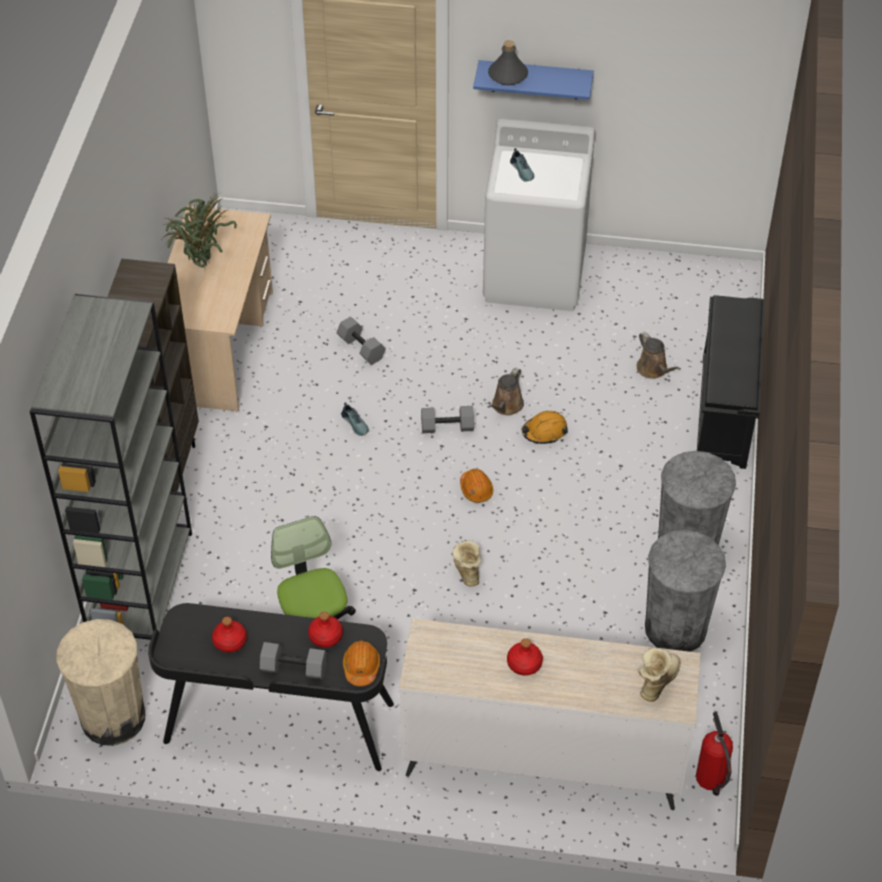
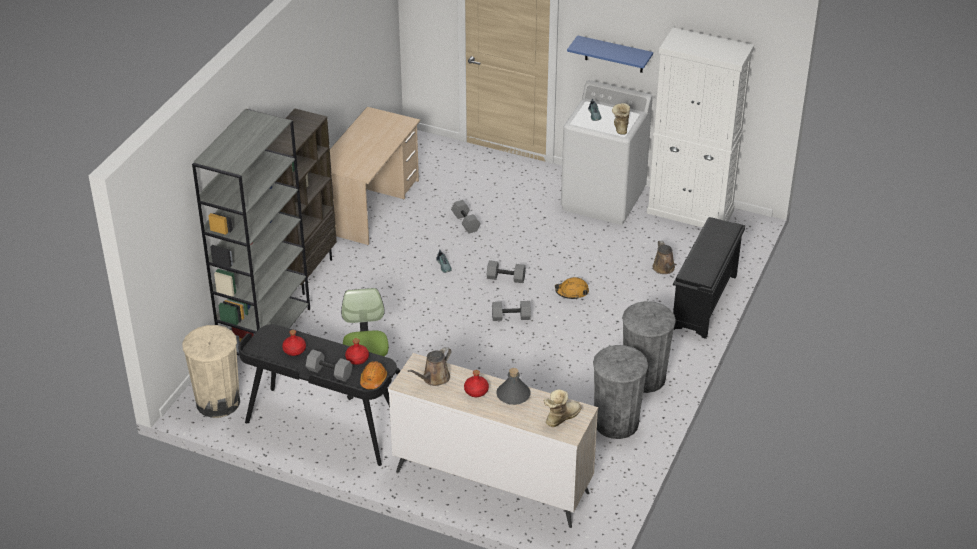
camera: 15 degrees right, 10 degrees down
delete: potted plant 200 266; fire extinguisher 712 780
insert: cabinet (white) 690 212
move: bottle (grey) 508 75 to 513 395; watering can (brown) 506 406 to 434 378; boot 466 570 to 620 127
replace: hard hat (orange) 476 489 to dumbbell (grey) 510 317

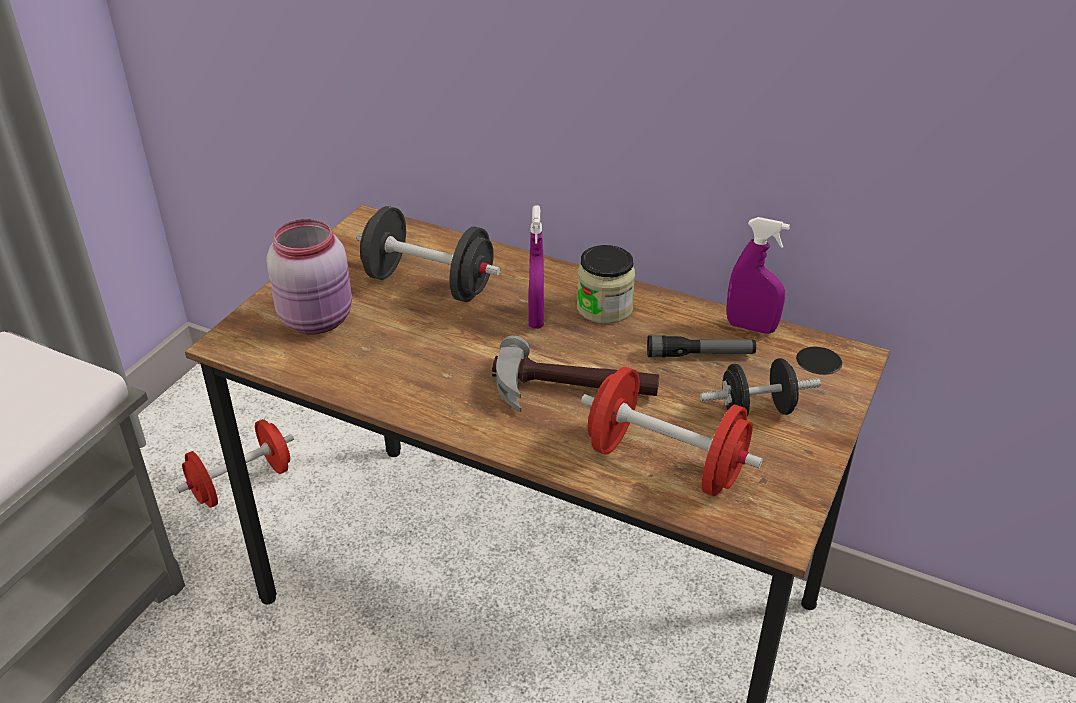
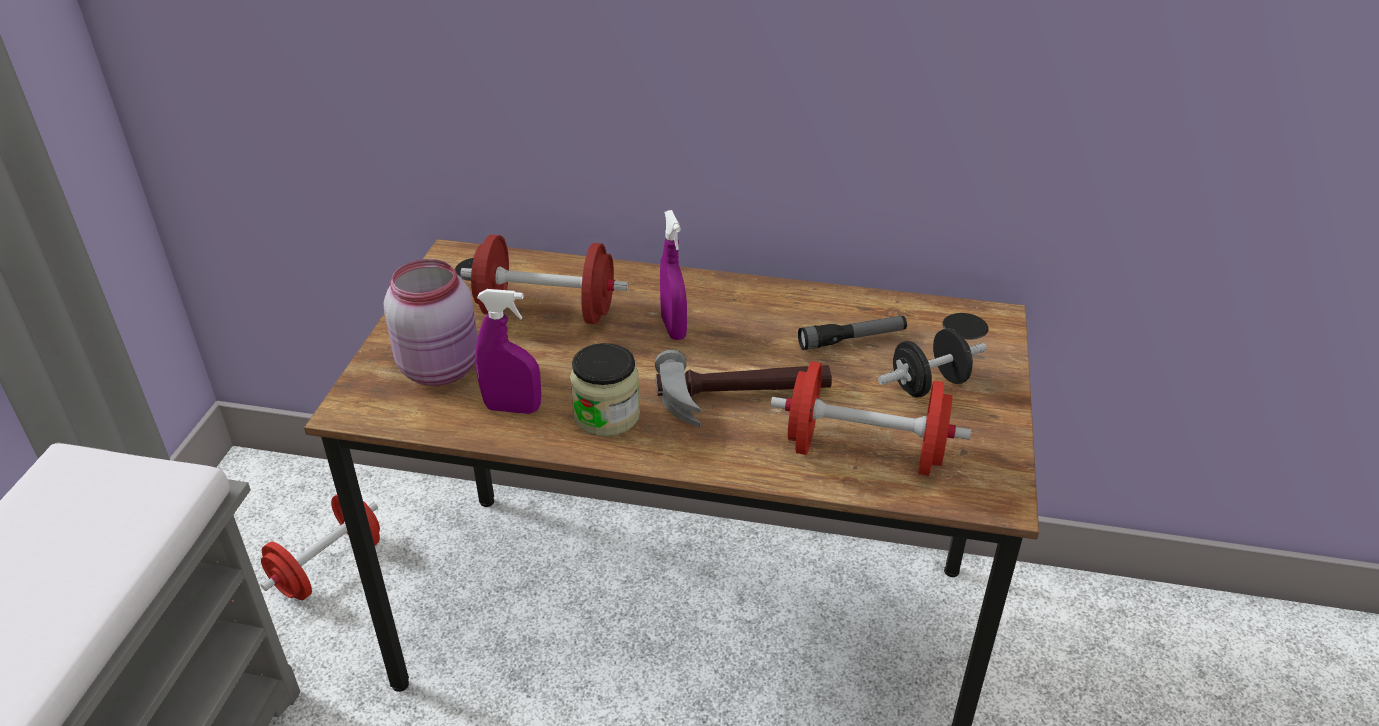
camera: 15 degrees left, 0 degrees up
move: spray bottle (purple) 751 327 to 512 408; jar 604 308 to 606 415
recolor: dumbbell (black) 429 284 to dumbbell (red) 547 311

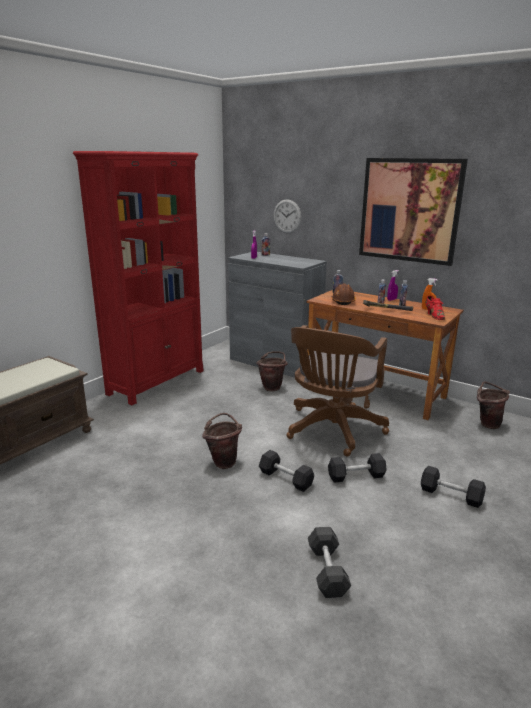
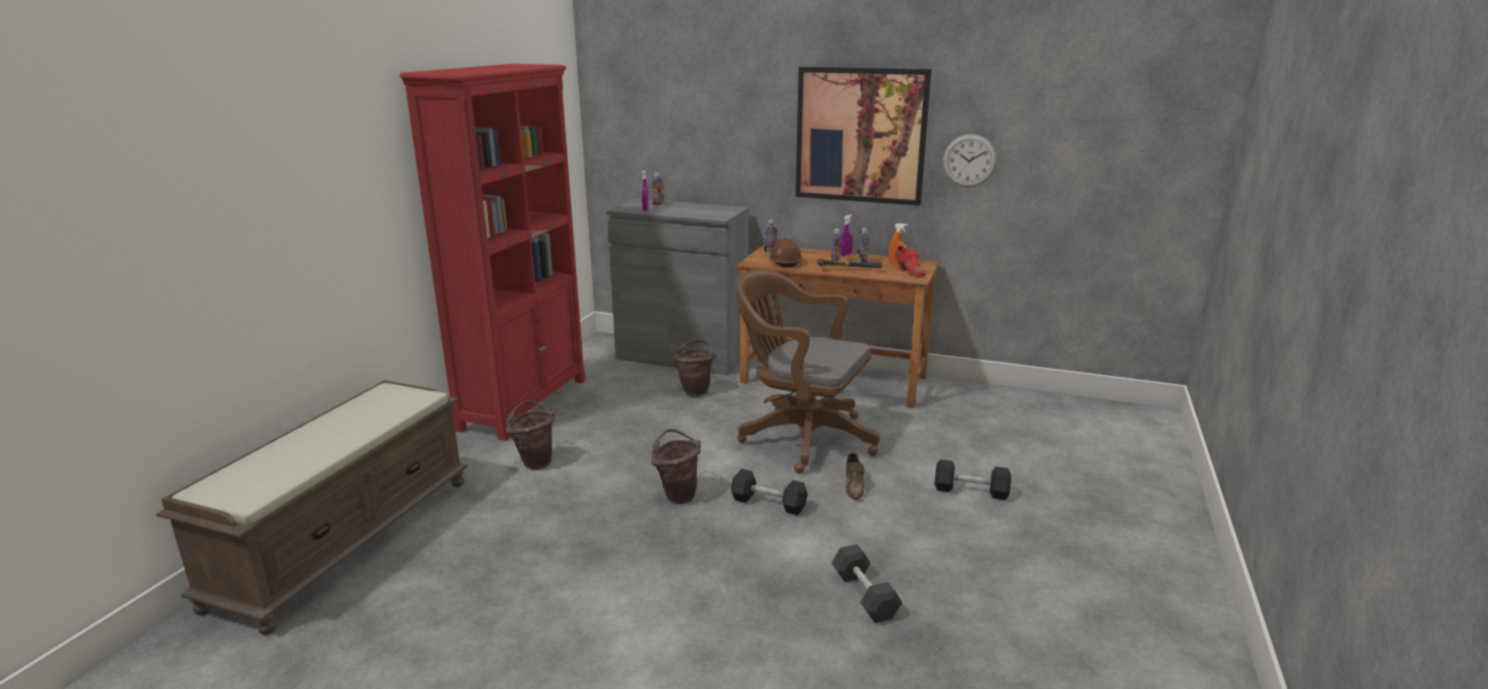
camera: 15 degrees left, 0 degrees up
move: wall clock 287 216 to 969 160; bucket (brown) 487 423 to 535 462
replace: dumbbell (black) 356 476 to shoe (brown) 854 487
rotate: office chair (brown) 332 431 = 801 437 105 degrees clockwise

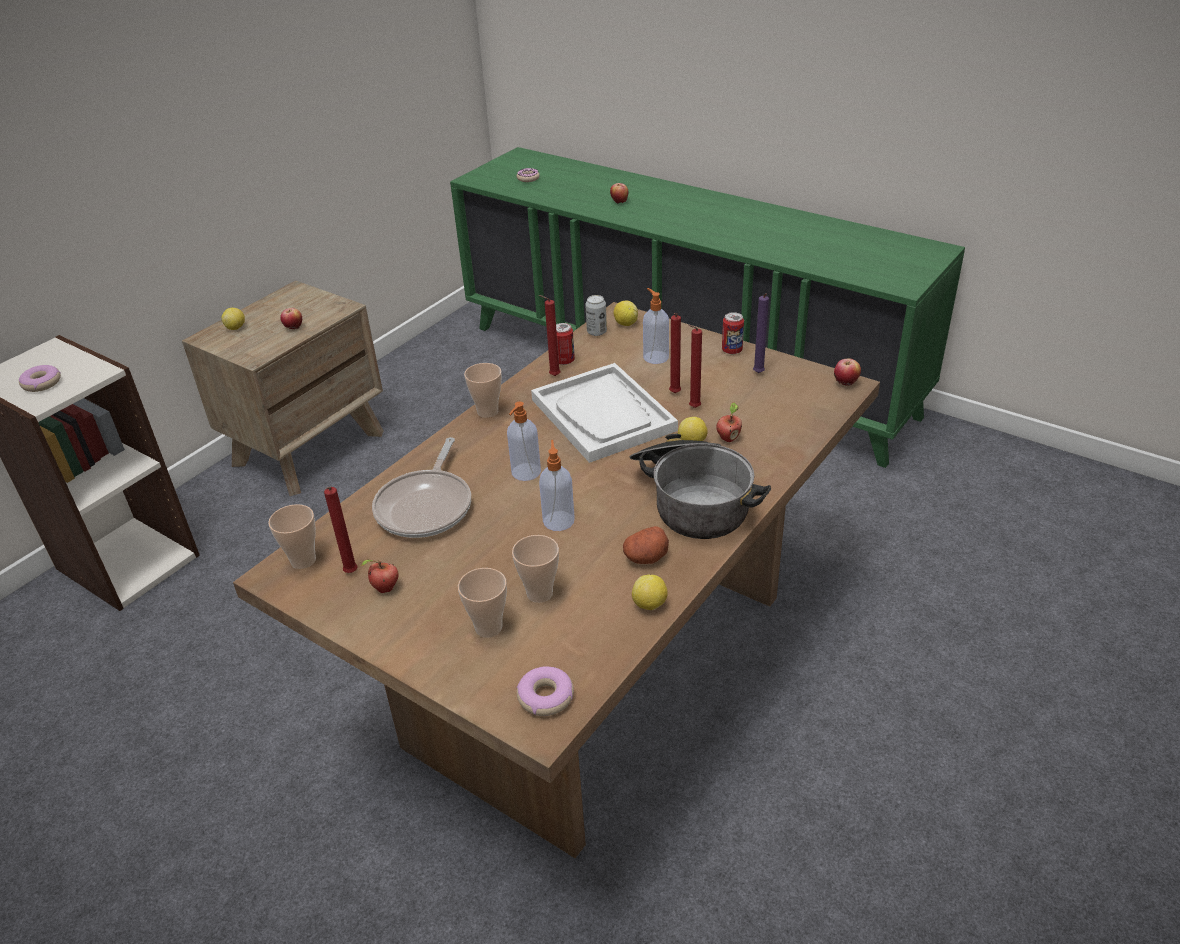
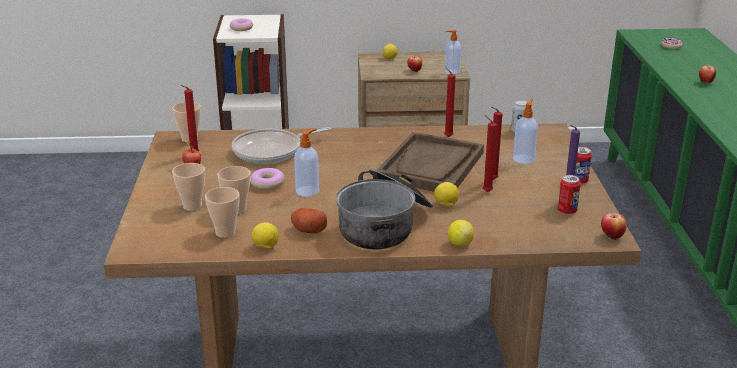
camera: 50 degrees right, 10 degrees down
delete: apple 728 438
move: lemon 625 324 to 460 244; can 564 361 to 567 211; cup 487 412 to 225 233; soap dispenser 525 473 to 451 71; donut 545 697 to 267 183
recolor: tray (white) 603 415 to tray (brown) 431 166

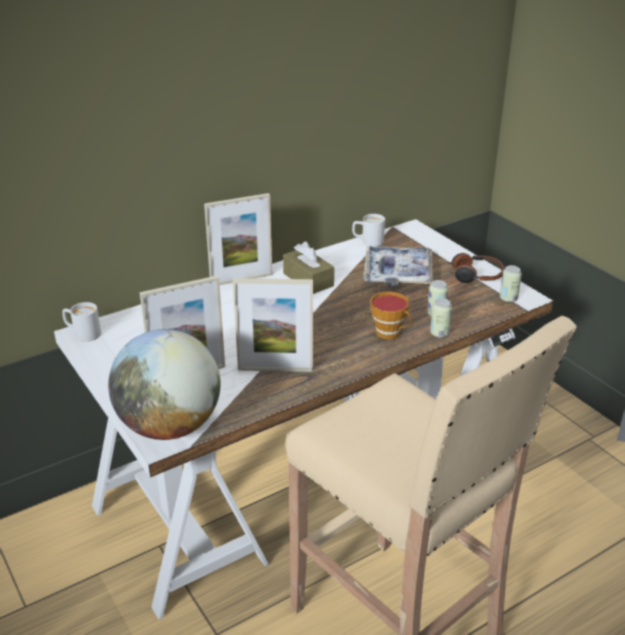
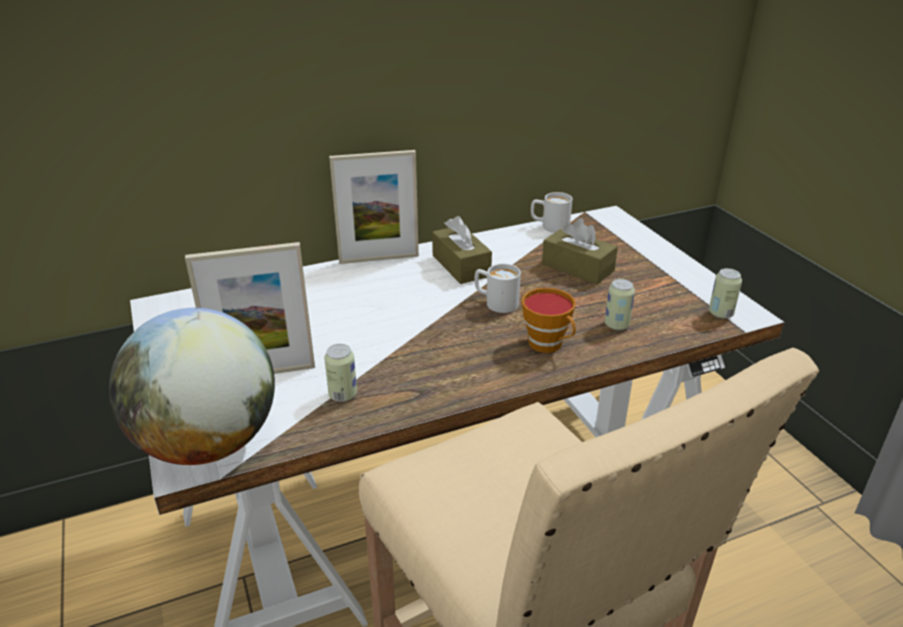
camera: 10 degrees right, 0 degrees up
delete: headphones 475 275; picture frame 275 369
move: can 439 333 to 343 395; mug (white) 82 333 to 495 302
replace: tray 398 273 to tissue box (brown) 577 267

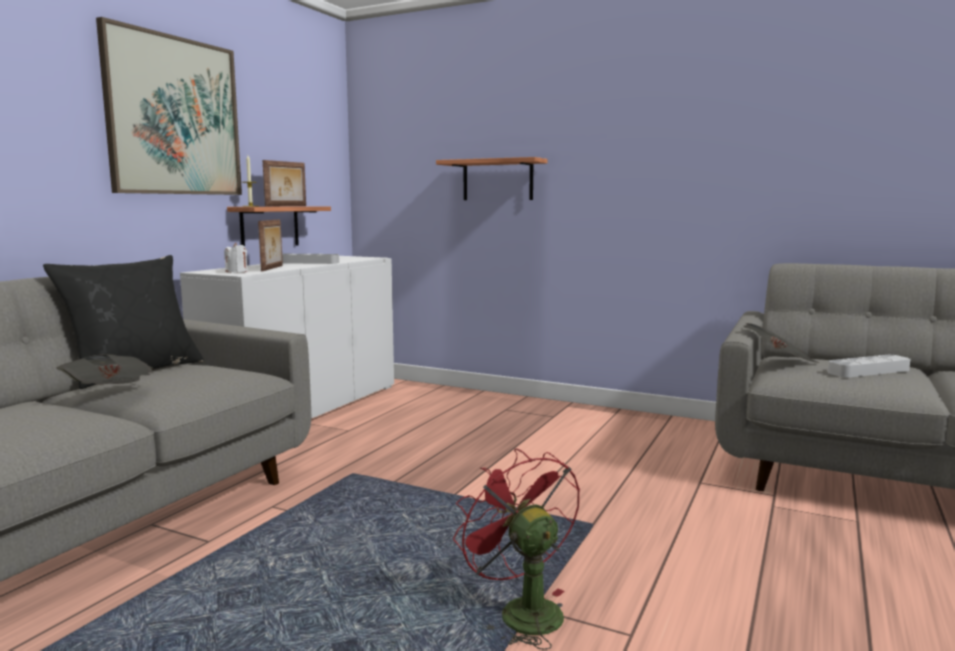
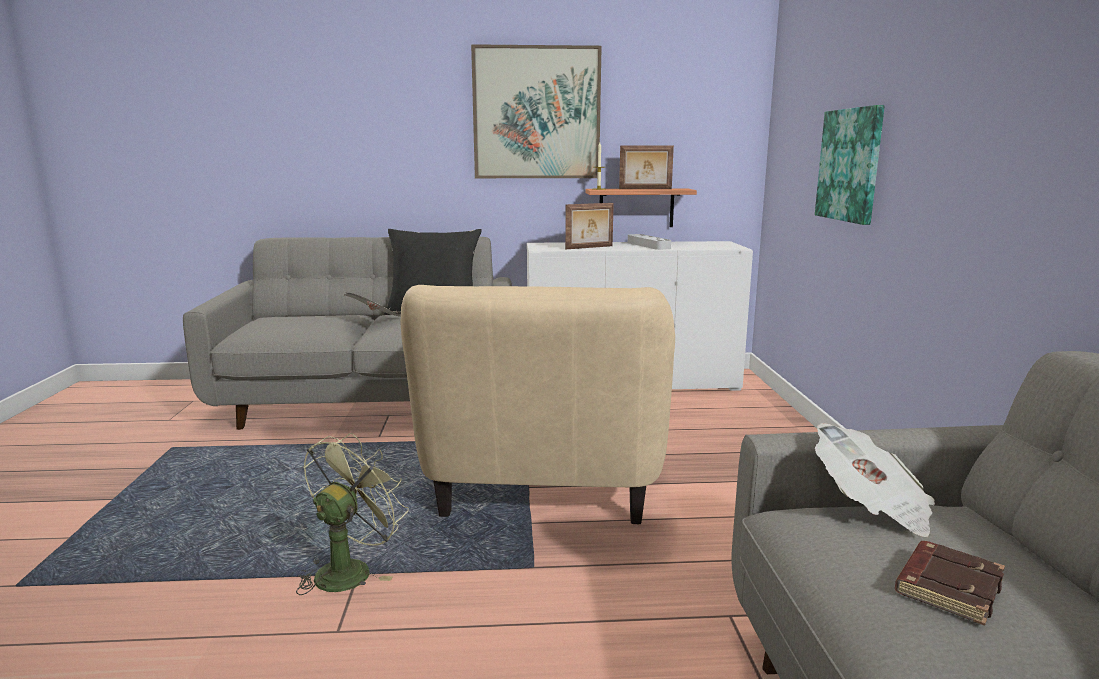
camera: 60 degrees right, 5 degrees up
delete: candle (white) 236 272
insert: armchair (beige) 542 489
replace: shelf 497 180 to picture 850 165; tray (grey) 868 371 to book (brown) 947 587
recolor: fan (red) 521 611 to fan (green) 350 569

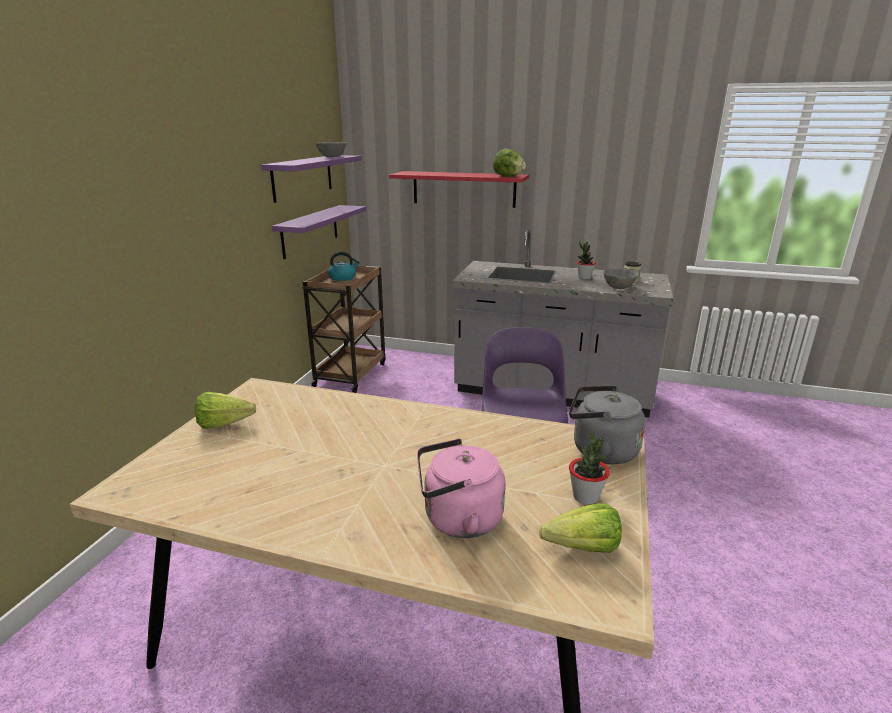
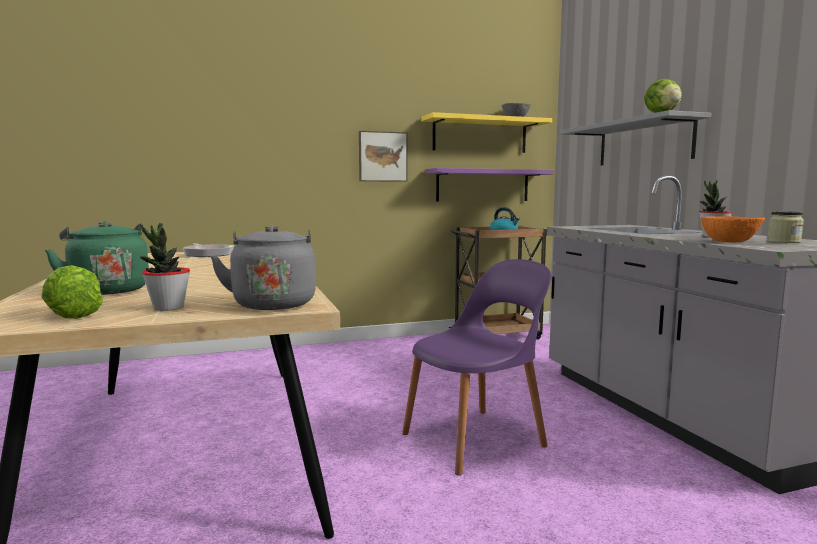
camera: 55 degrees right, 15 degrees down
insert: picture 382 156
replace: lettuce 229 424 to frying pan 208 254
recolor: shelf (purple) 302 177 to shelf (yellow) 480 135; shelf (red) 463 189 to shelf (grey) 644 143; bowl (grey) 618 287 to bowl (orange) 729 241; kettle (pink) 458 519 to kettle (green) 107 290

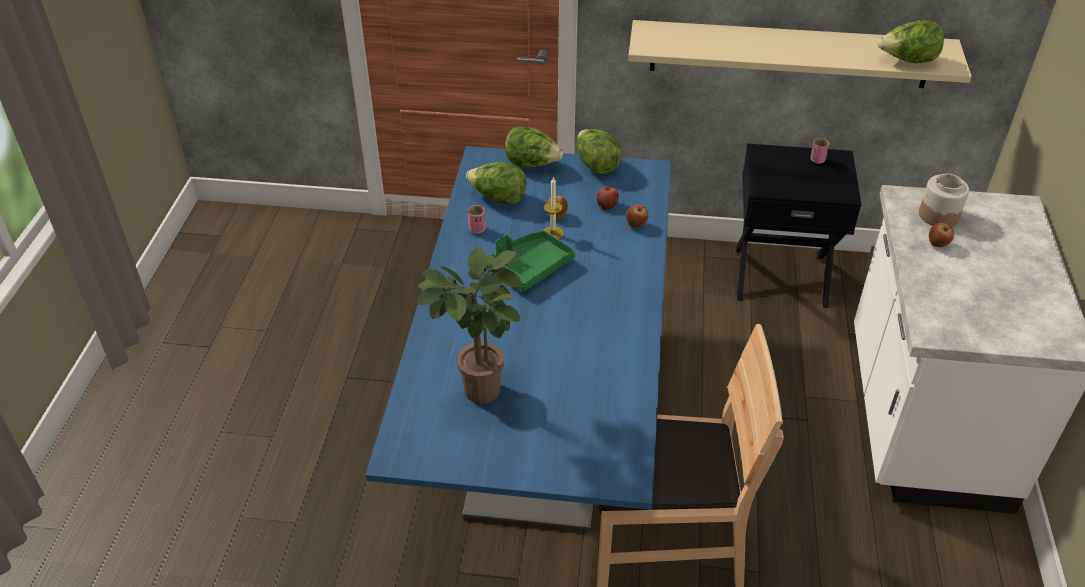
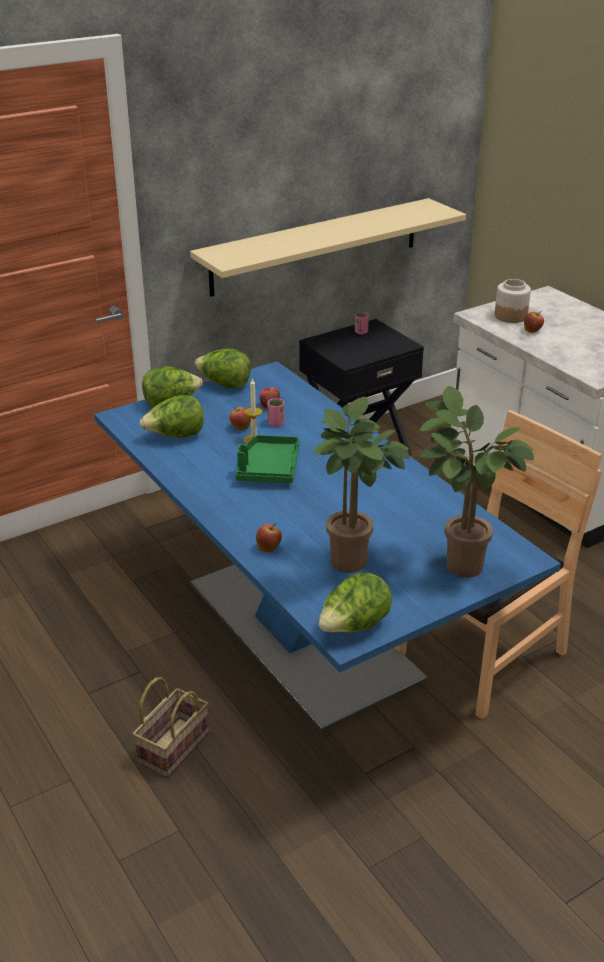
camera: 40 degrees left, 10 degrees down
insert: potted plant 457 566; basket 173 746
move: lettuce 907 61 to 354 627; apple 636 225 to 269 548; cup (pink) 477 229 to 276 423

